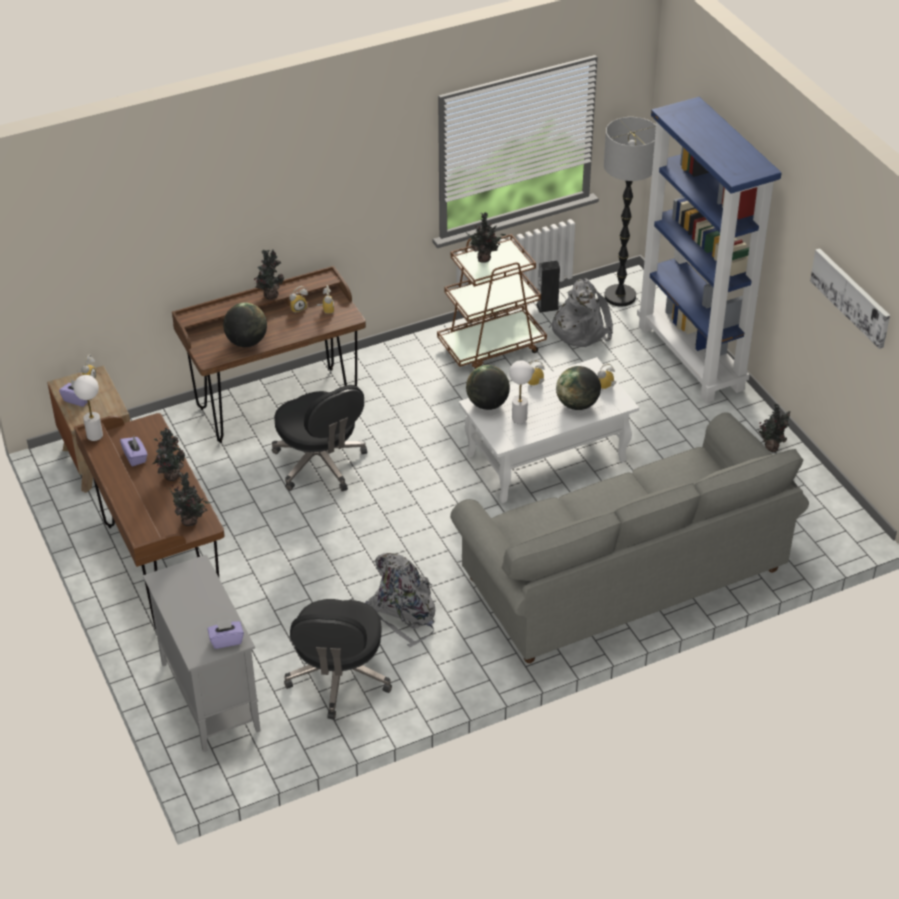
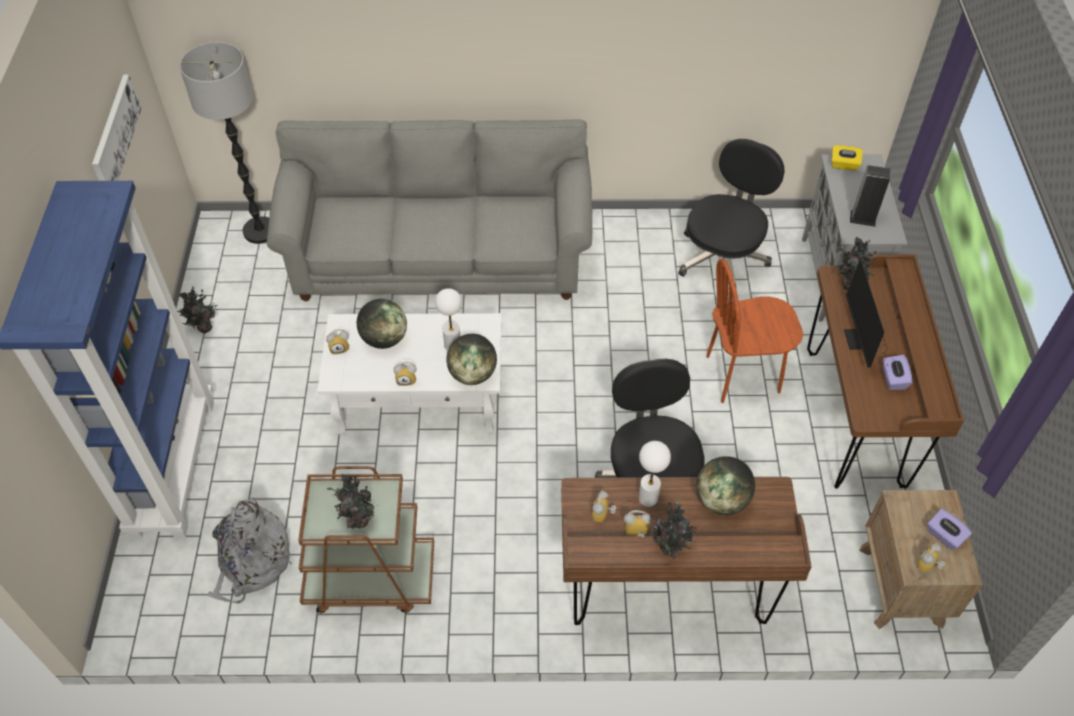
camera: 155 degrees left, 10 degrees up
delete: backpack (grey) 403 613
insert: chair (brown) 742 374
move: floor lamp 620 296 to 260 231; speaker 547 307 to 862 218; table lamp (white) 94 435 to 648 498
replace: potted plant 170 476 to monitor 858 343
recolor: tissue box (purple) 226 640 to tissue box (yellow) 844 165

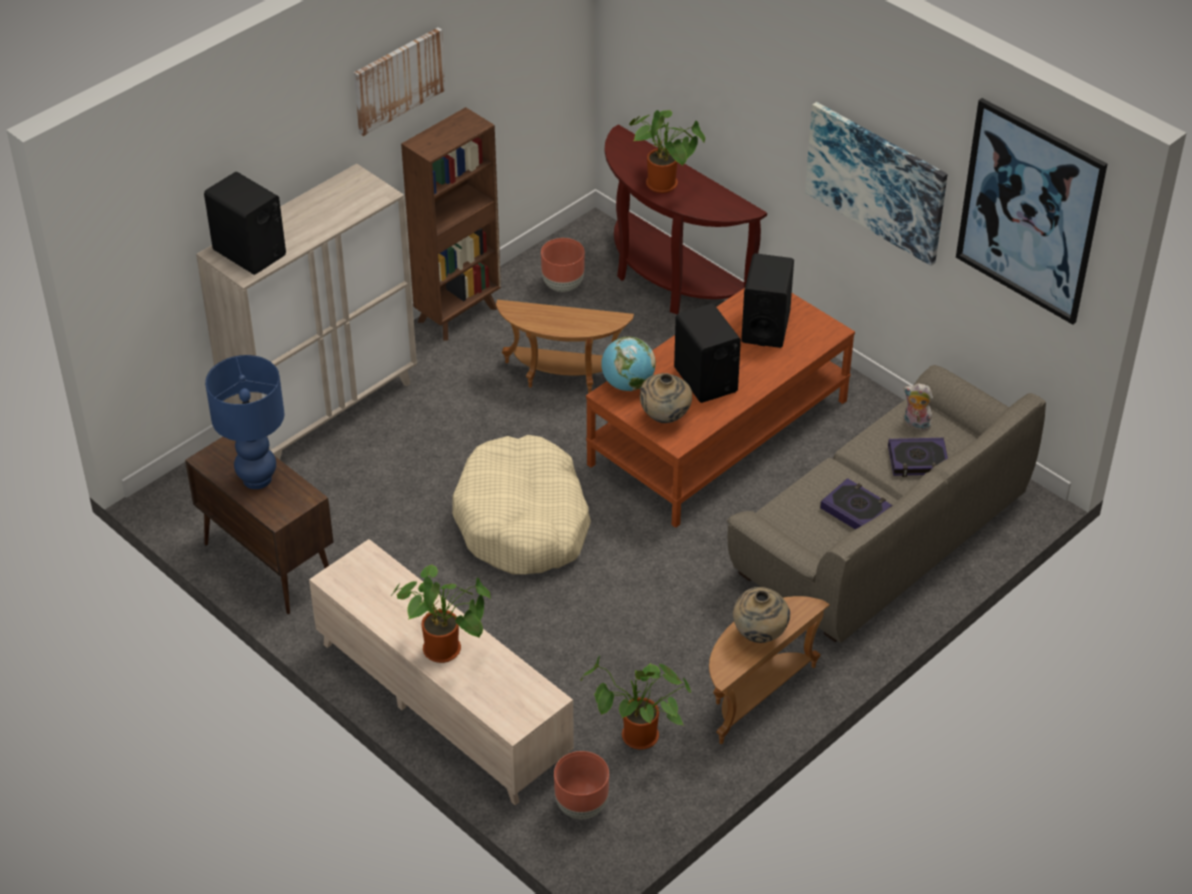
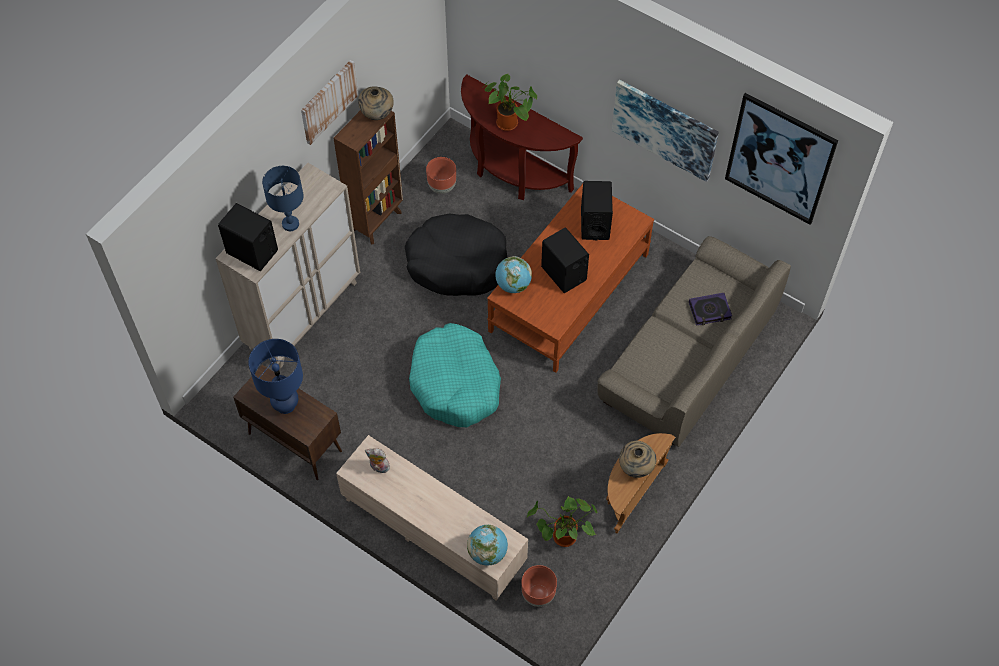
camera: 10 degrees left, 15 degrees up
delete: book 856 510; potted plant 446 650
insert: table lamp (blue) 290 224; globe 487 552
move: vase (beige) 665 418 to 377 115; plush toy 915 424 to 378 468
replace: side table (brown) 562 378 to dog bed (black) 457 263
recolor: dog bed (beige) 523 522 to dog bed (turquoise) 455 383

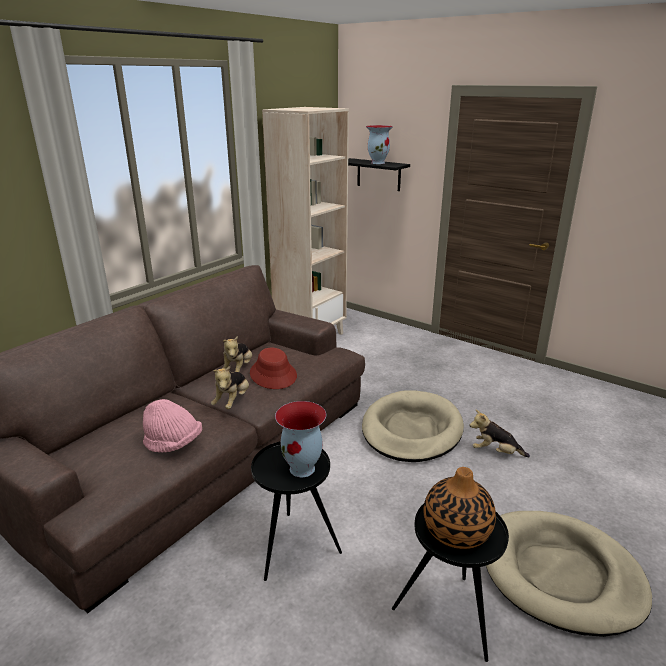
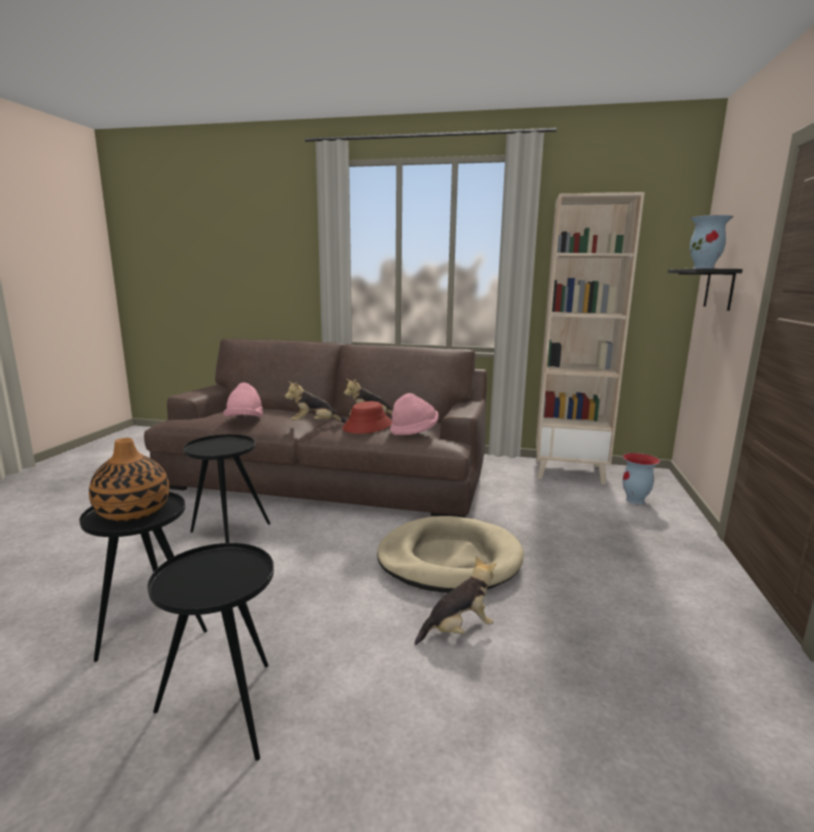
camera: 65 degrees right, 10 degrees down
insert: hat (pink) 414 431
move: vase 303 468 to 635 500
replace: dog bed (beige) 560 574 to side table (black) 226 714
rotate: plush toy 495 452 = 458 630 75 degrees clockwise

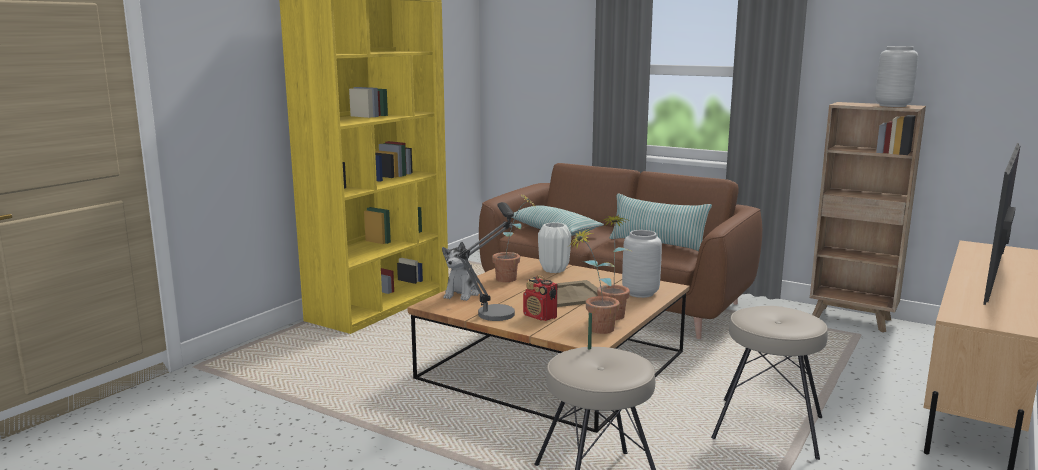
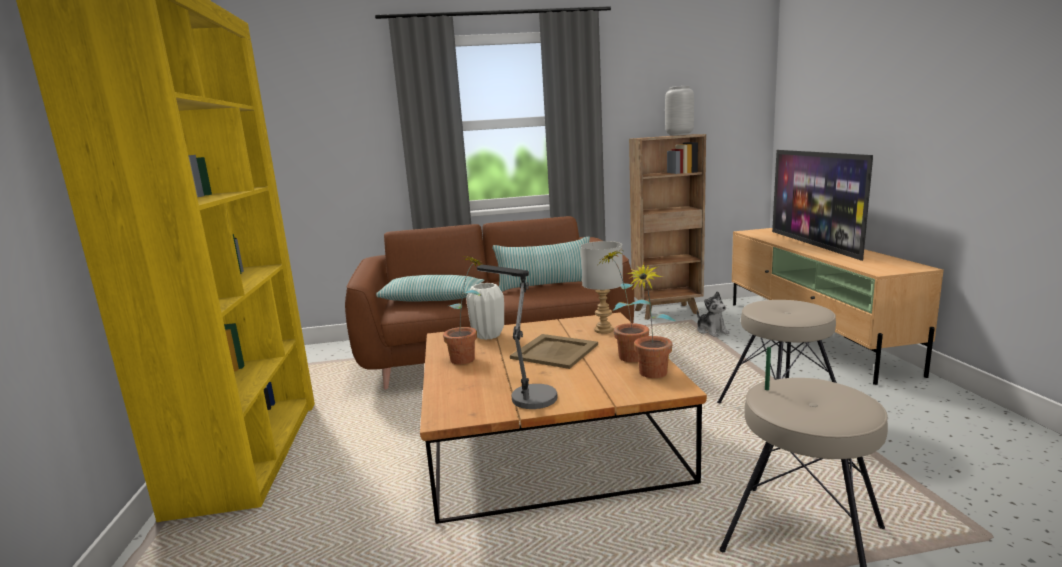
camera: 40 degrees left, 0 degrees up
delete: radio 540 316
move: plush toy 462 293 to 711 331
replace: vase (grey) 640 293 to table lamp (grey) 604 330

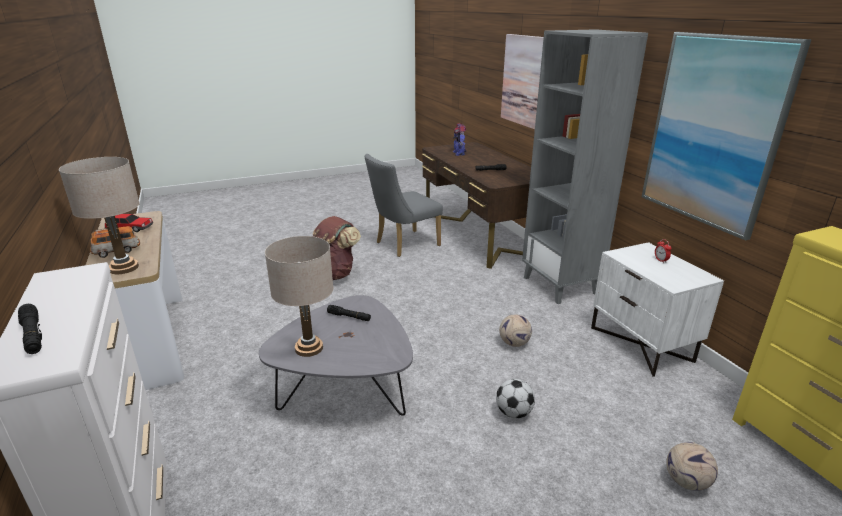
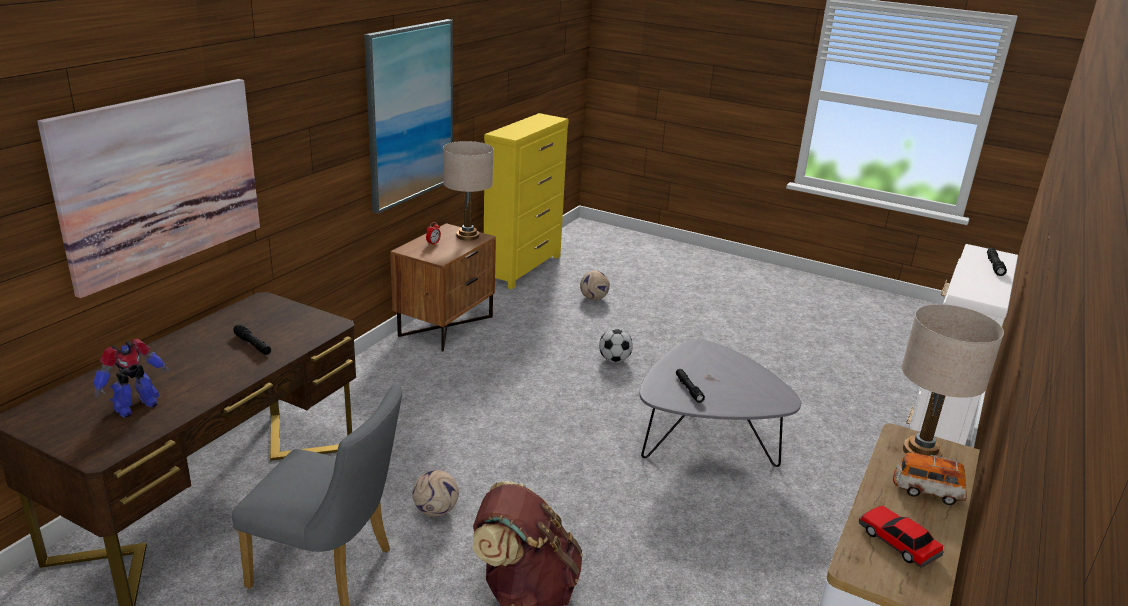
camera: 130 degrees left, 0 degrees up
delete: bookcase (grey) 560 285
move: table lamp (beige) 309 348 to 467 236; football 514 343 to 436 510
recolor: nightstand (white) 642 344 to nightstand (brown) 445 326

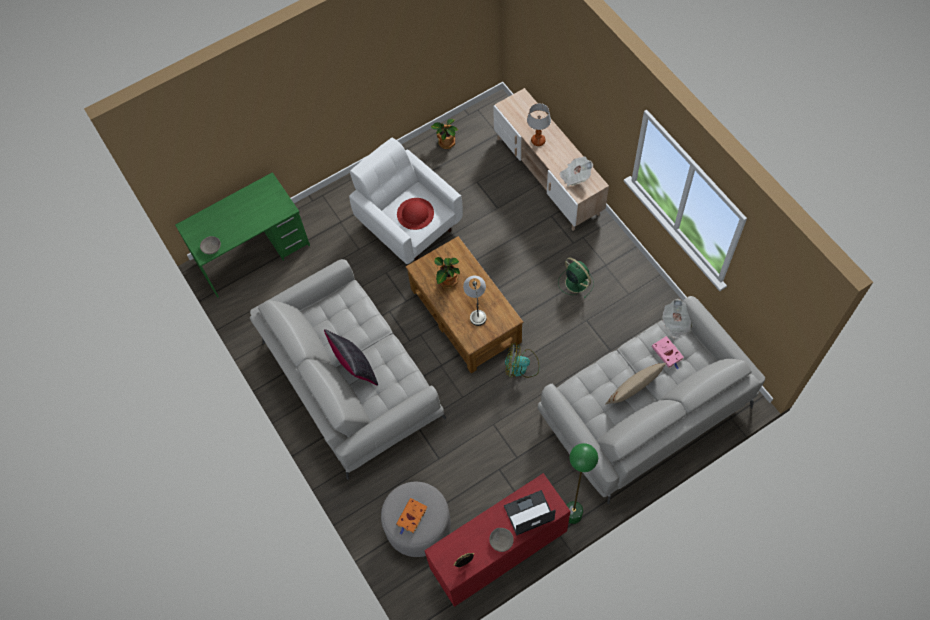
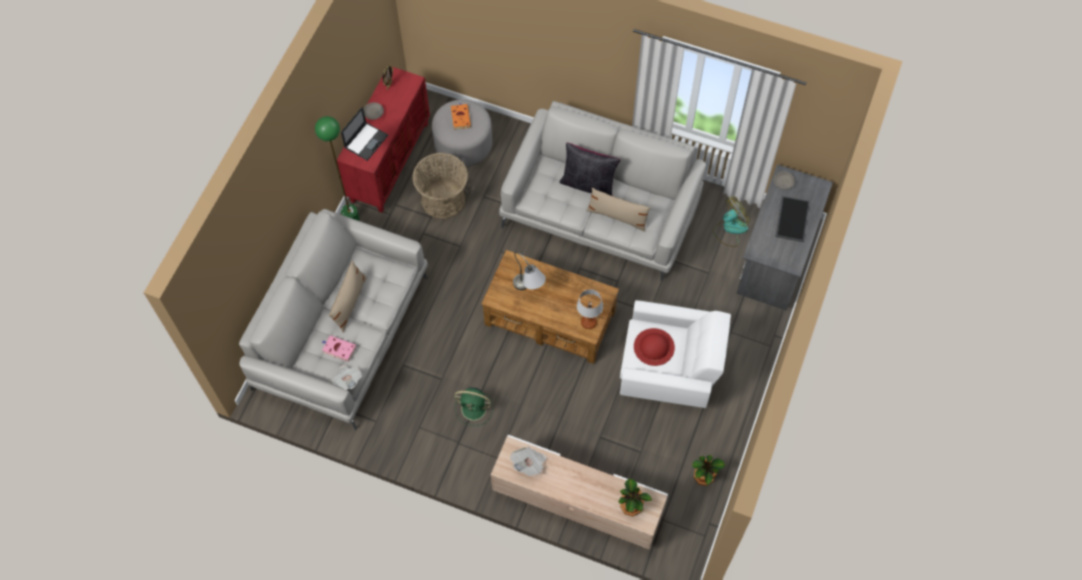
camera: 140 degrees right, 0 degrees up
insert: basket 443 200; pillow (beige) 617 216; tray 791 218
move: table lamp 538 141 to 588 322; potted plant 447 280 to 631 505; fan 521 366 to 730 229
recolor: desk (green) 253 254 to desk (grey) 777 256

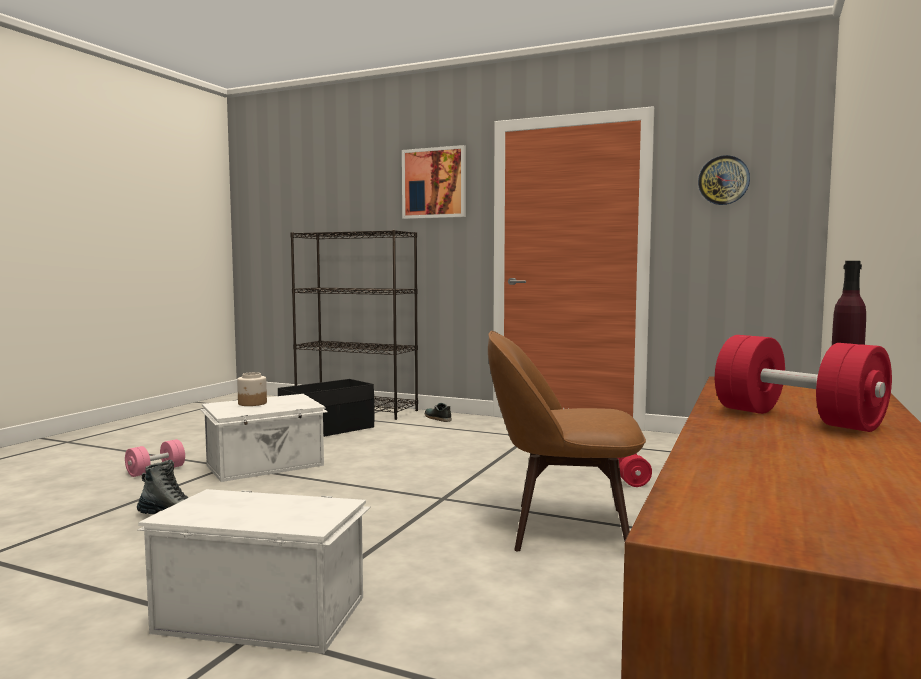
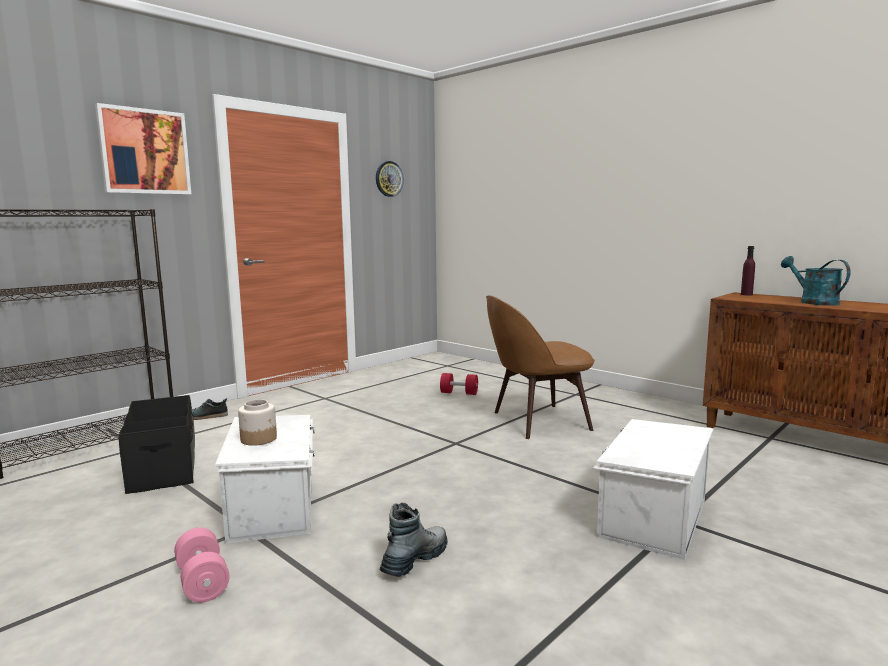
camera: 70 degrees left, 5 degrees up
replace: dumbbell (red) 797 419 to watering can (turquoise) 813 302
rotate: chair (brown) 564 528 = 537 421 45 degrees clockwise

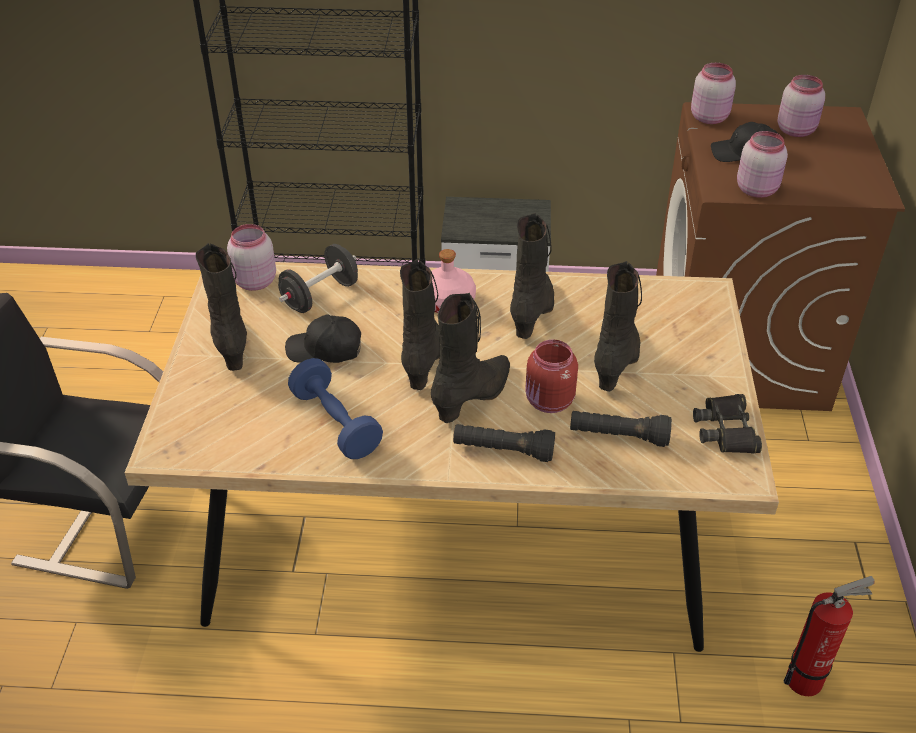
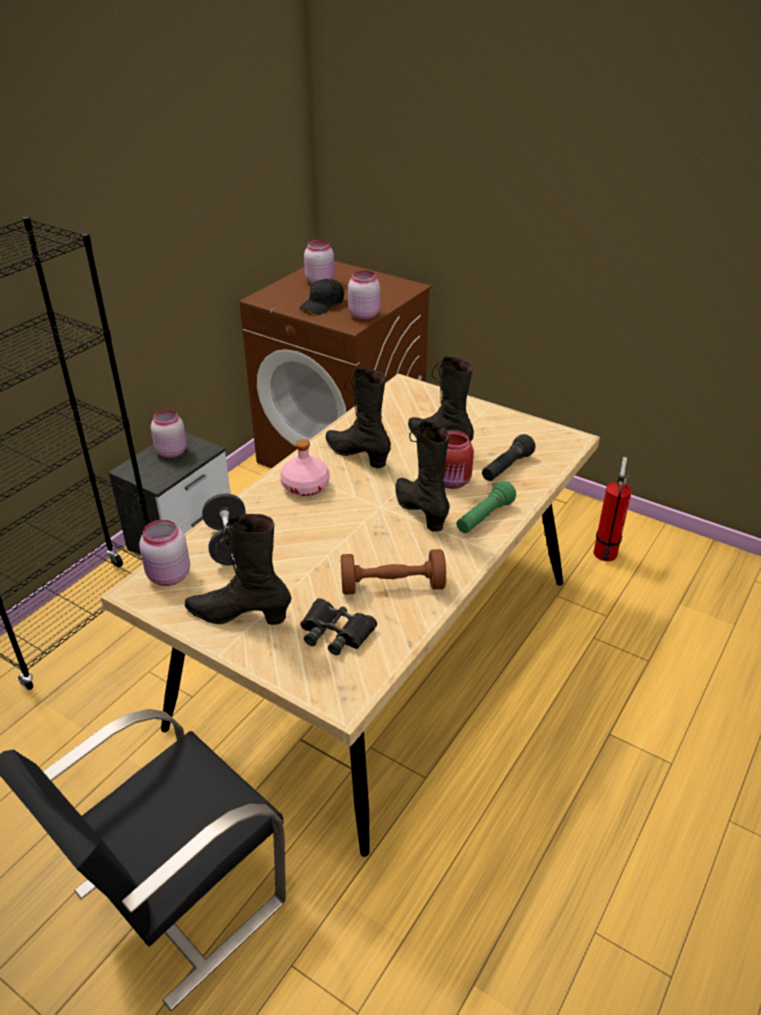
camera: 60 degrees left, 5 degrees down
delete: boot (black) 424 361; cap (black) 325 349
move: jar (pink) 709 117 to 171 451; binoculars (black) 726 430 to 336 632
recolor: dumbbell (blue) 336 423 to dumbbell (brown) 392 586; flashlight (black) 503 451 to flashlight (green) 484 518

